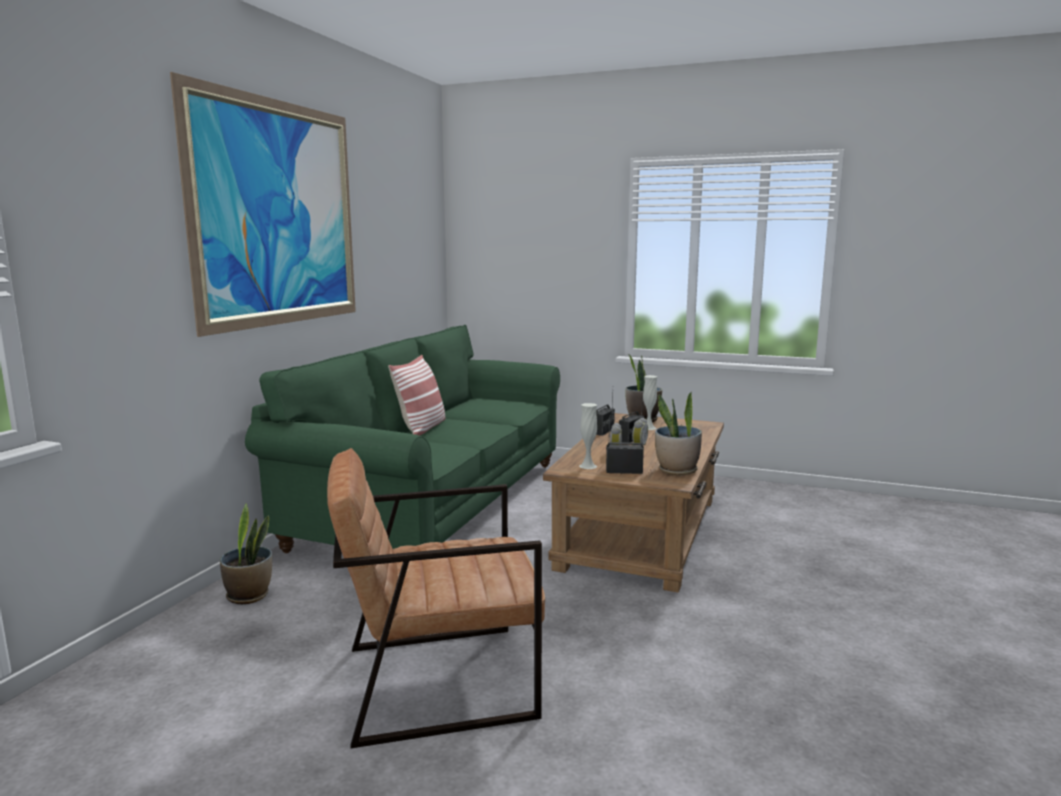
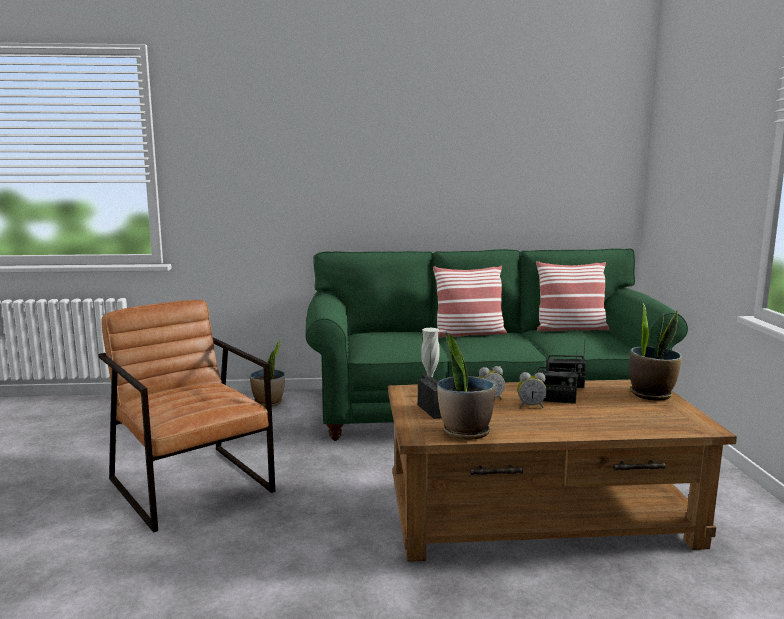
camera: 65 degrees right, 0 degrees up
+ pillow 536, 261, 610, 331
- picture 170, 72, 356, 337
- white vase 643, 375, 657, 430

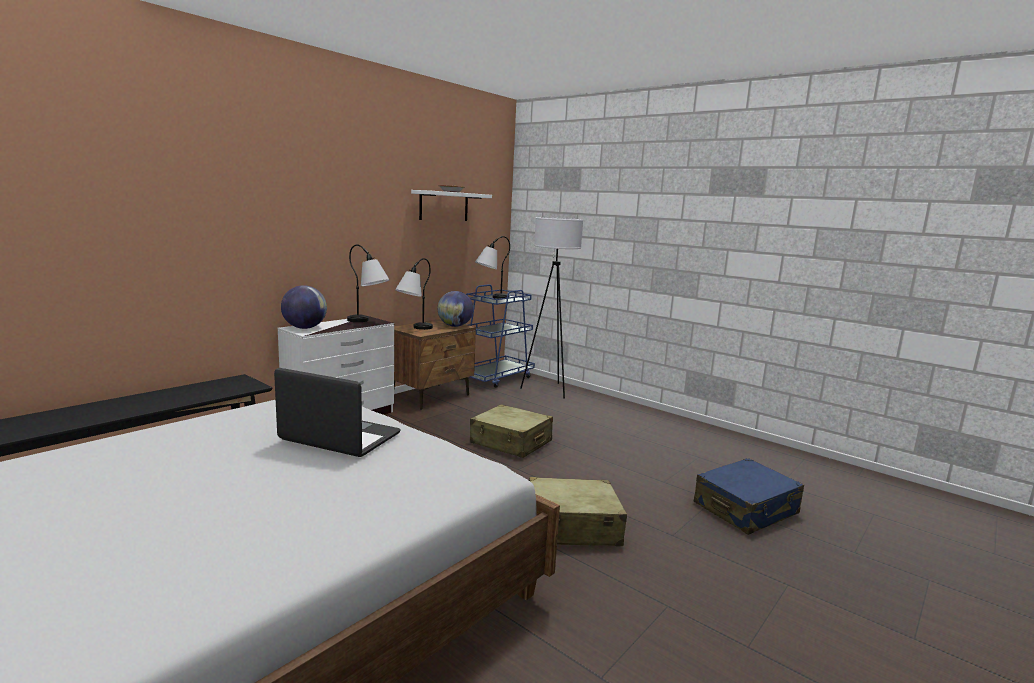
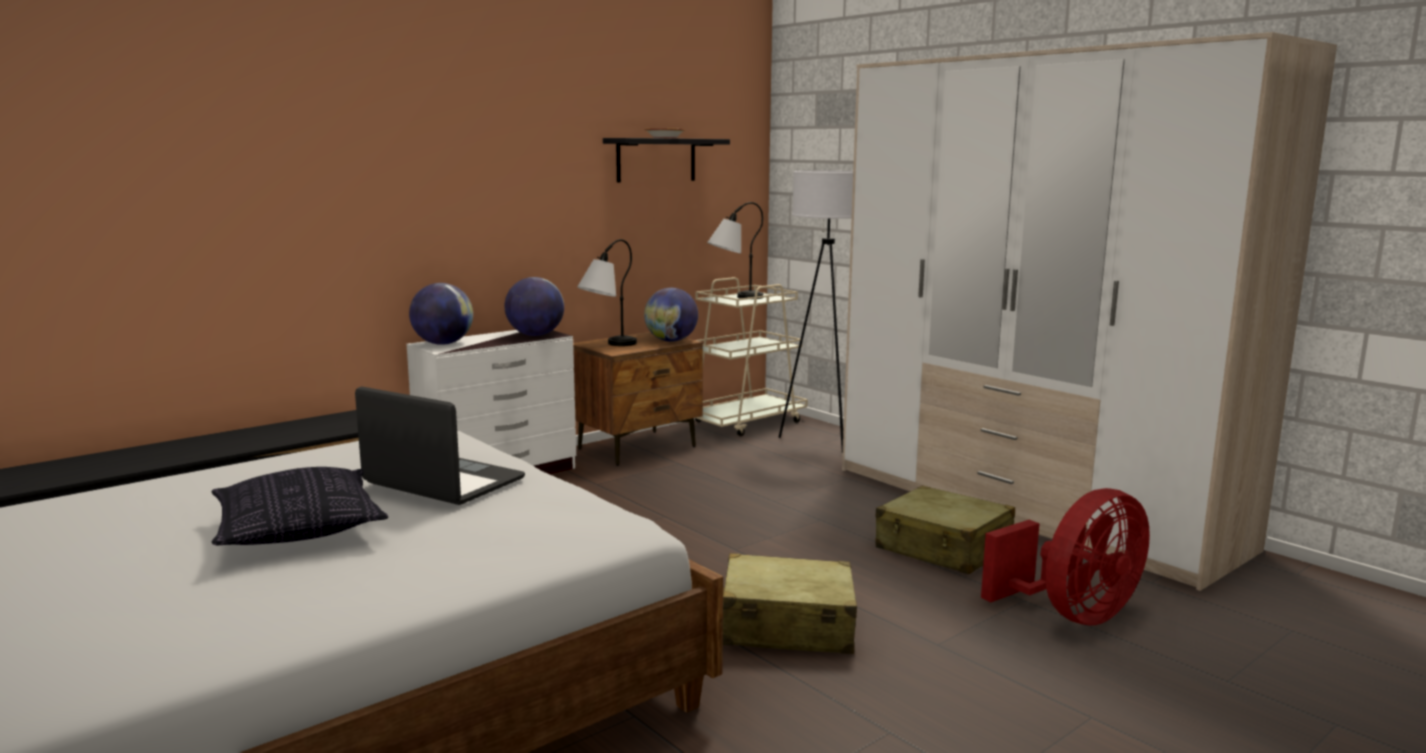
camera: 10 degrees right, 0 degrees up
+ pillow 212, 467, 388, 545
~ table lamp 347, 244, 389, 322 to globe 505, 277, 564, 336
~ white shelf 411, 190, 492, 221 to black shelf 603, 138, 730, 183
~ blue cart 466, 284, 535, 388 to beige cart 695, 277, 808, 436
+ wardrobe 842, 32, 1337, 591
~ beige suitcase 470, 404, 553, 458 to 876, 486, 1015, 574
~ blue suitcase 694, 458, 804, 535 to red fan 981, 488, 1150, 625

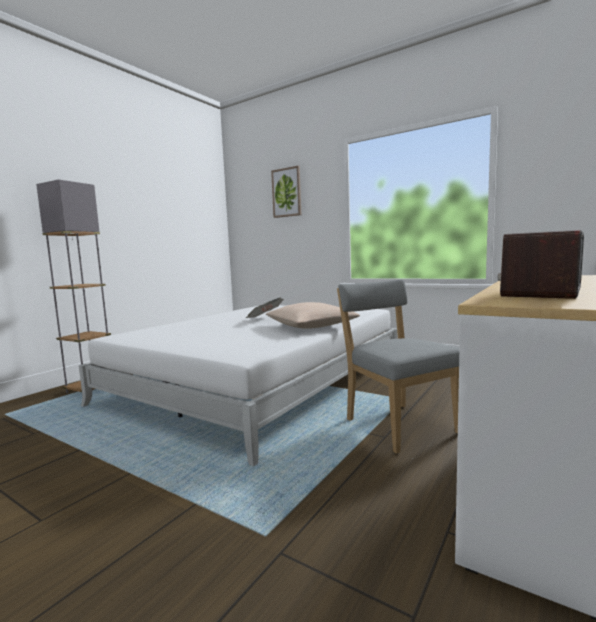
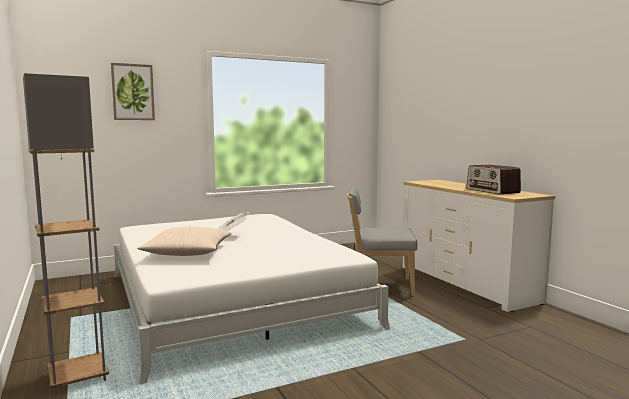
camera: 60 degrees left, 0 degrees up
~ beige pillow 266, 302, 360, 329 to 137, 227, 231, 256

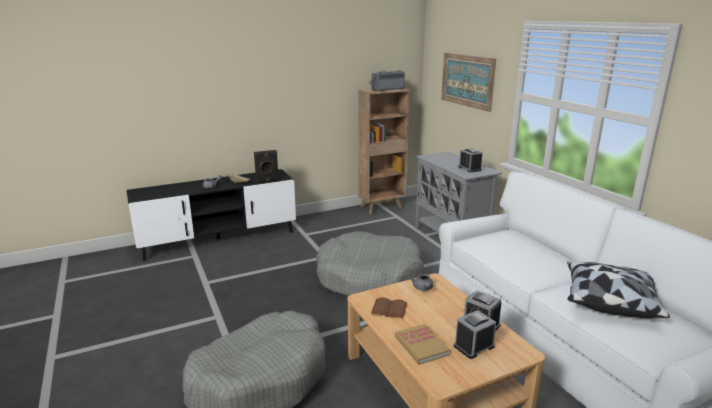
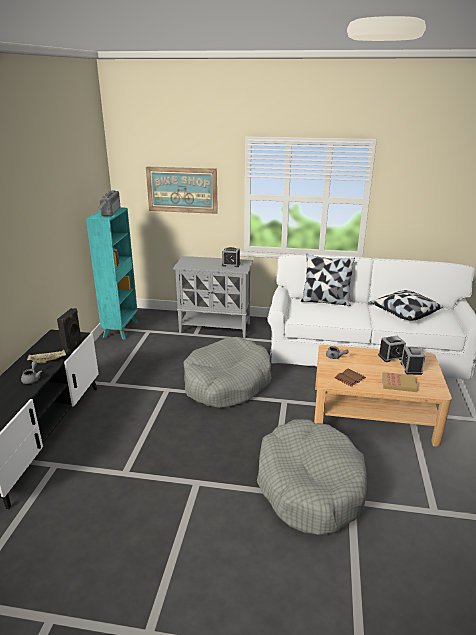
camera: 55 degrees left, 5 degrees up
~ brown bookcase 358, 88, 410, 214 to turquoise bookcase 86, 207, 138, 340
+ pillow 301, 254, 355, 306

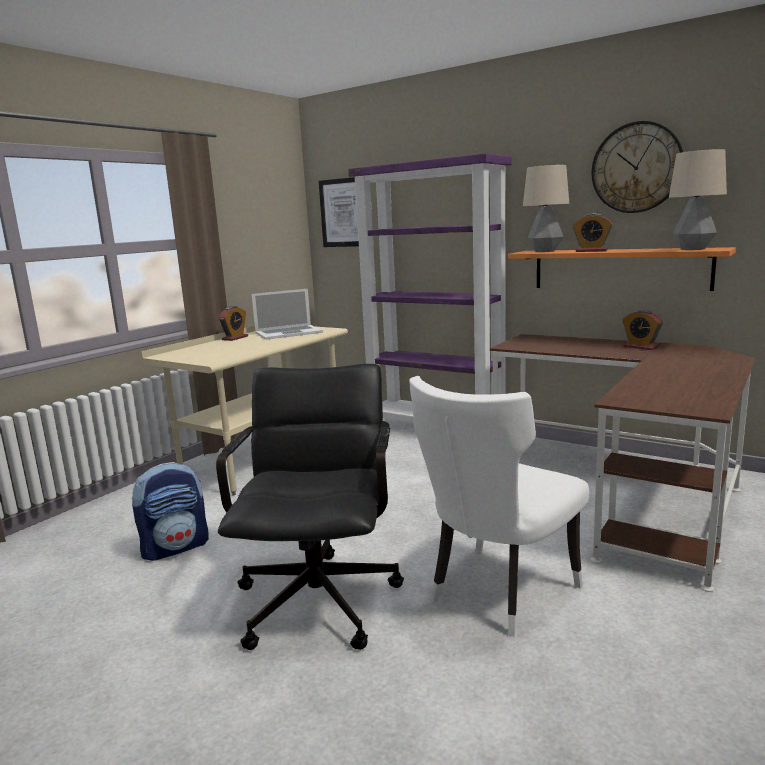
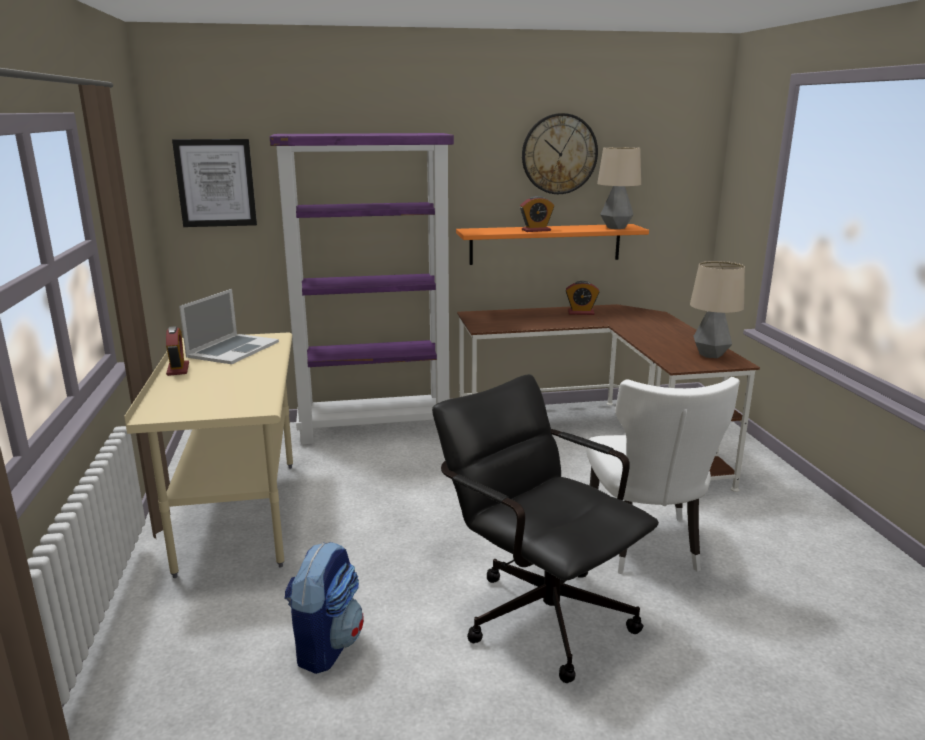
camera: 45 degrees left, 5 degrees up
~ table lamp 523, 165, 569, 252 to 690, 261, 745, 358

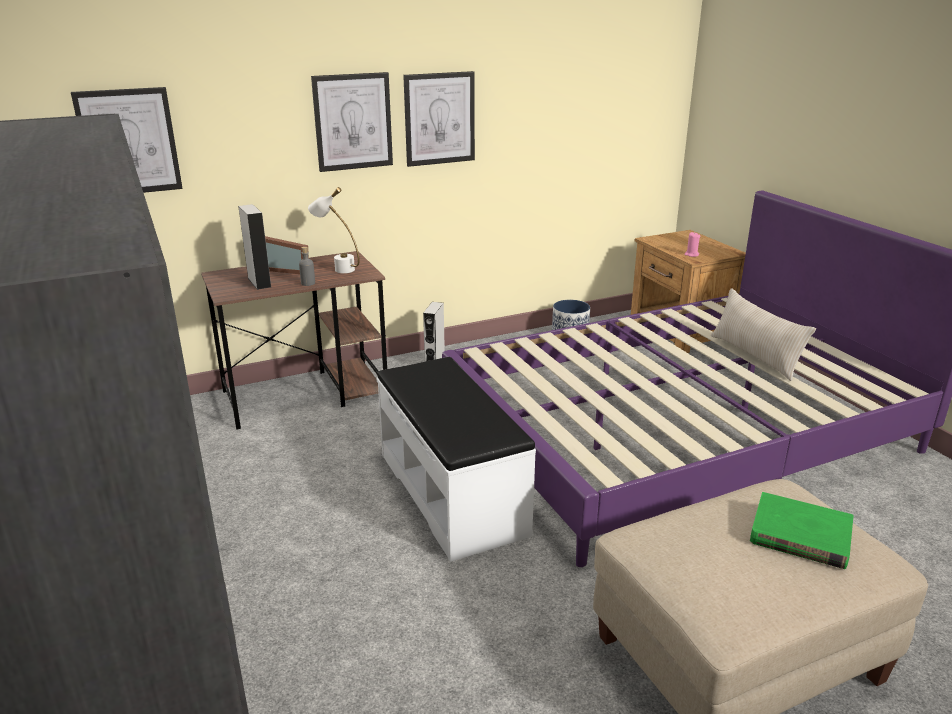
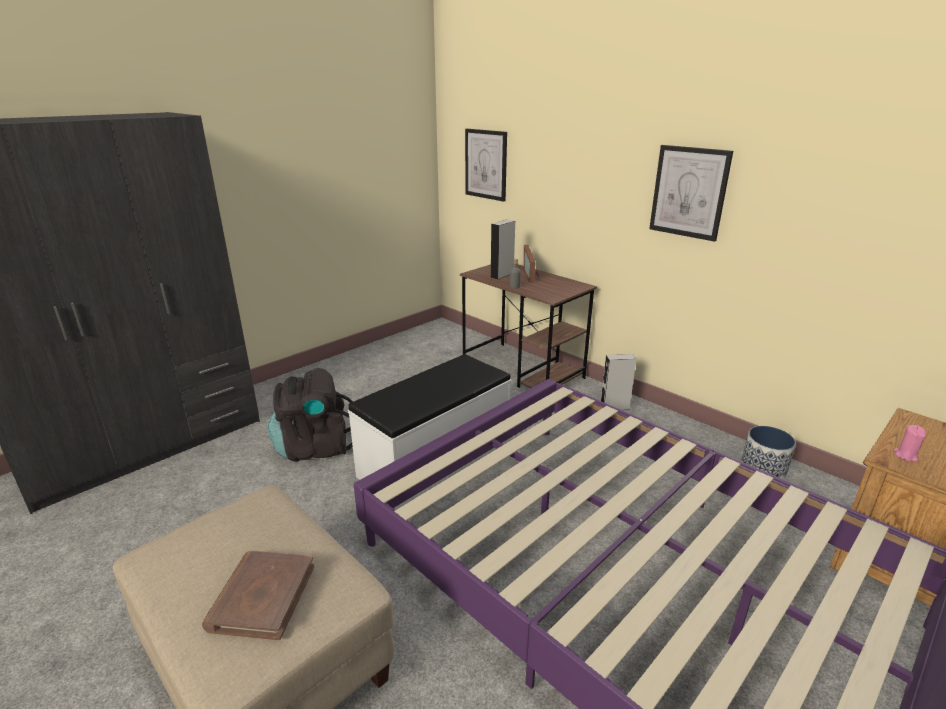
camera: 70 degrees right, 0 degrees up
~ green book 750, 492, 854, 569 to brown book 202, 551, 314, 640
+ black backpack 267, 368, 353, 462
- white table lamp 308, 187, 360, 273
- picture 311, 72, 393, 172
- beige pillow 711, 288, 816, 381

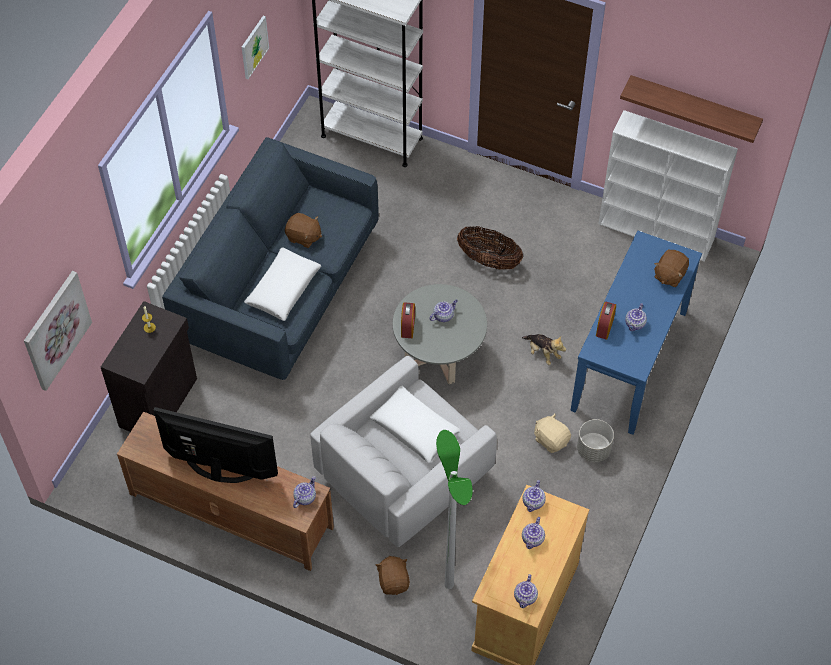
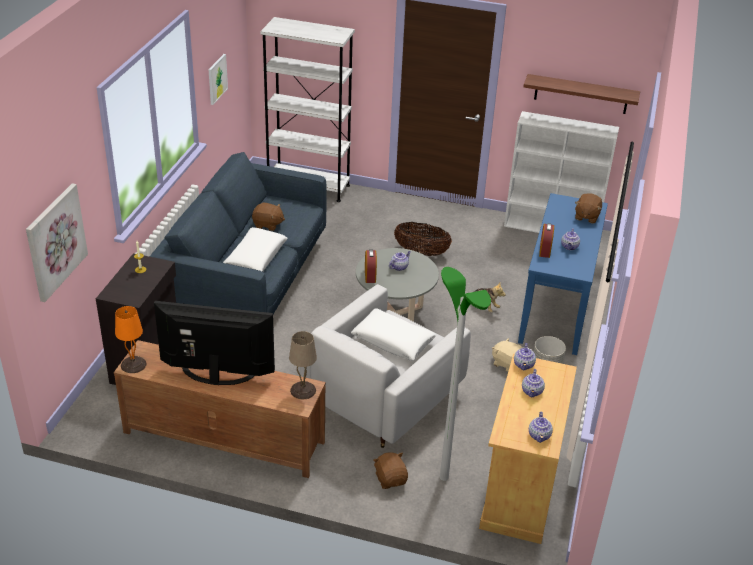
camera: 10 degrees left, 20 degrees down
+ orange table lamp 115, 306, 147, 373
~ teapot 293, 476, 316, 508 to beige table lamp 289, 331, 317, 399

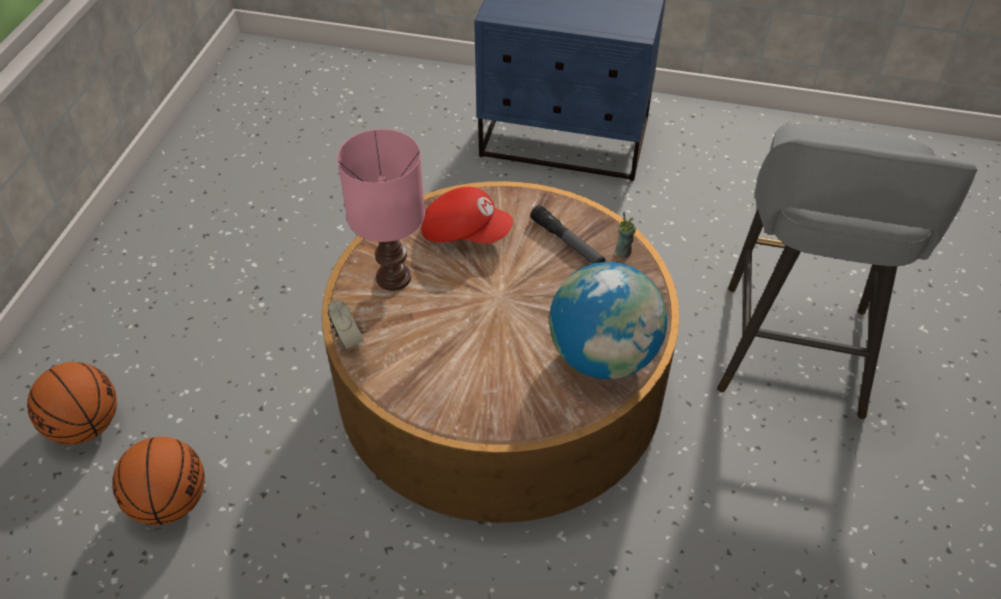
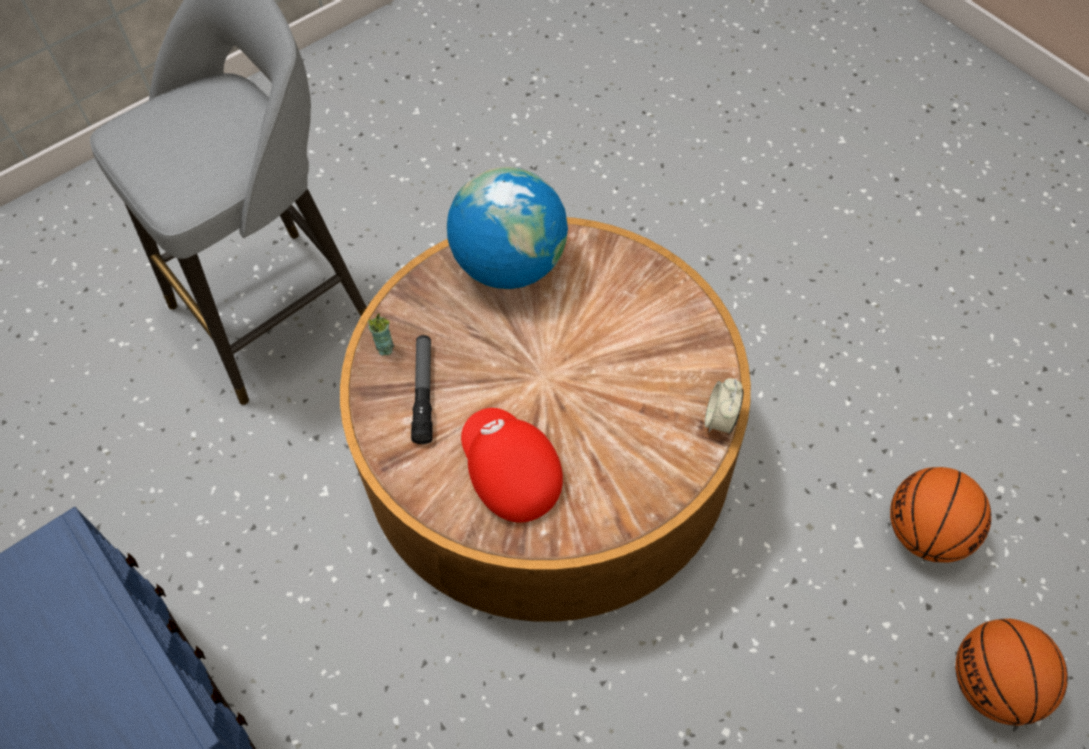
camera: 140 degrees left, 10 degrees up
- pink table lamp 337, 129, 425, 291

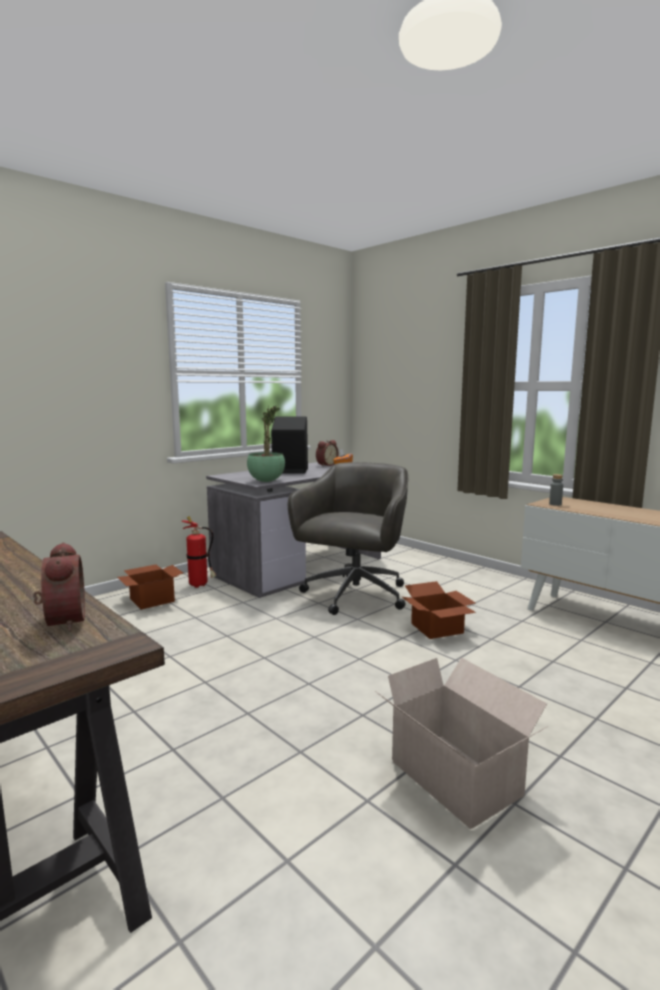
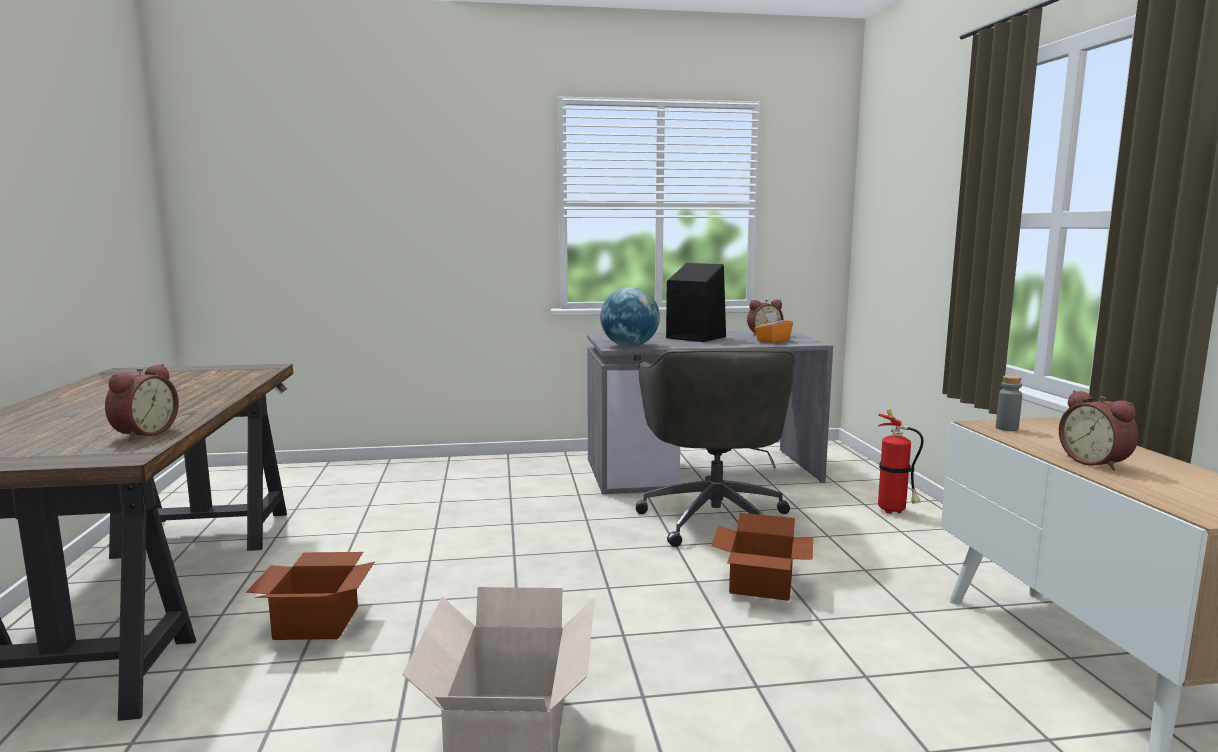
camera: 35 degrees right, 0 degrees up
~ cardboard box 117, 564, 183, 609 to 246, 552, 375, 640
~ potted plant 247, 405, 285, 482 to globe 600, 287, 660, 347
~ grey office chair 288, 462, 408, 615 = 636, 348, 795, 547 120 degrees clockwise
~ fire extinguisher 182, 516, 216, 588 to 878, 409, 924, 514
+ alarm clock 1059, 390, 1138, 471

